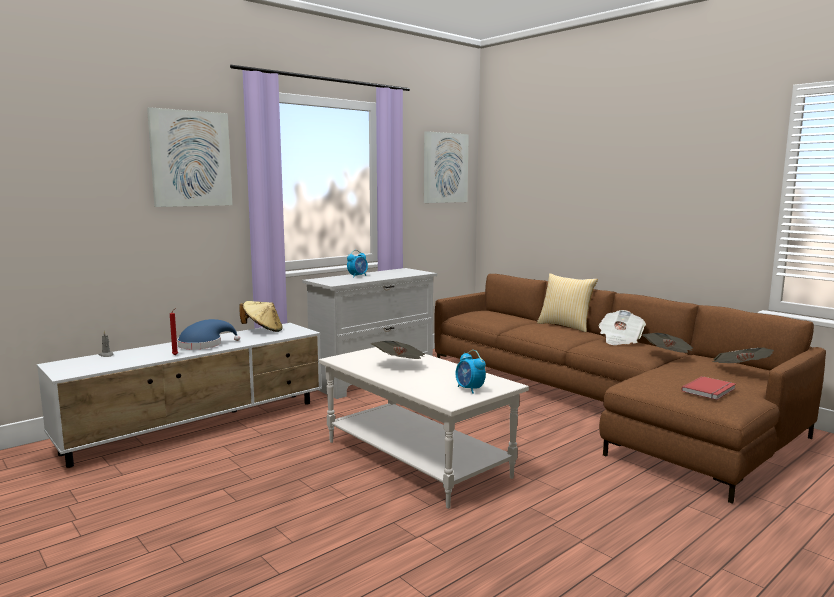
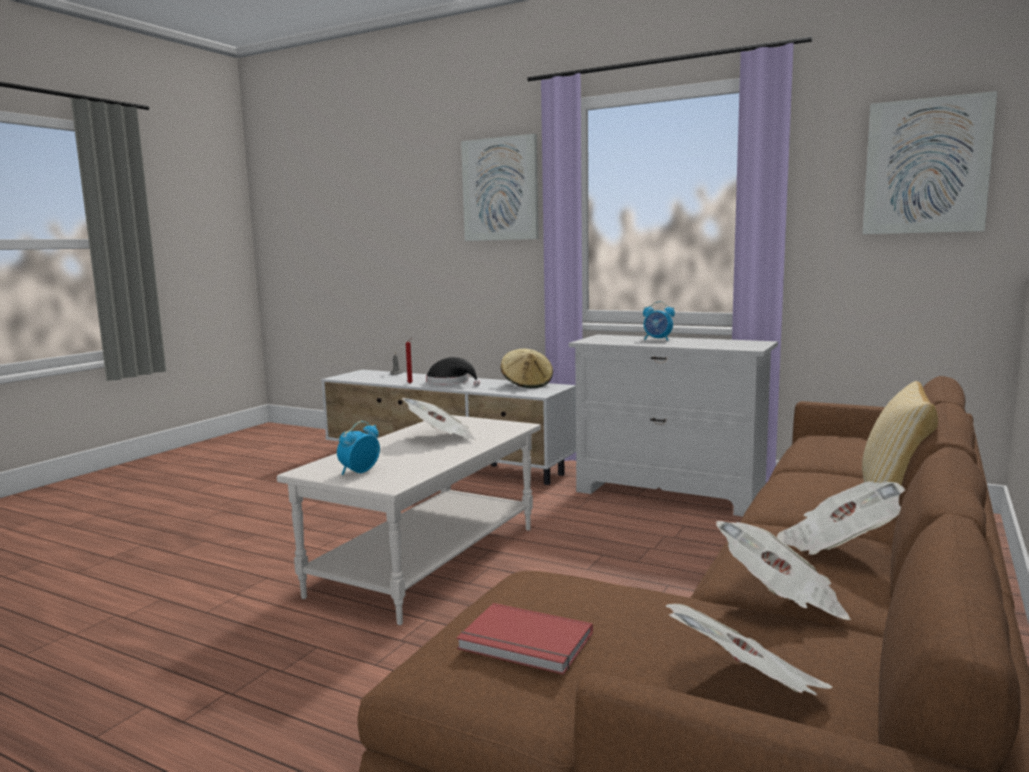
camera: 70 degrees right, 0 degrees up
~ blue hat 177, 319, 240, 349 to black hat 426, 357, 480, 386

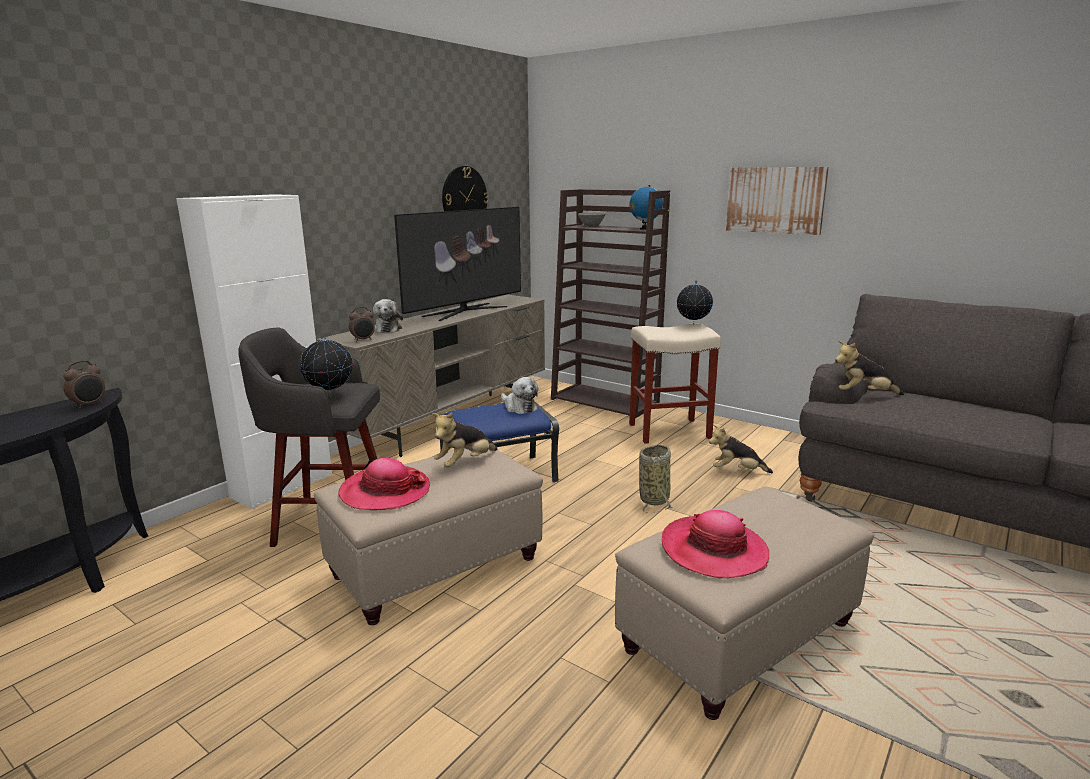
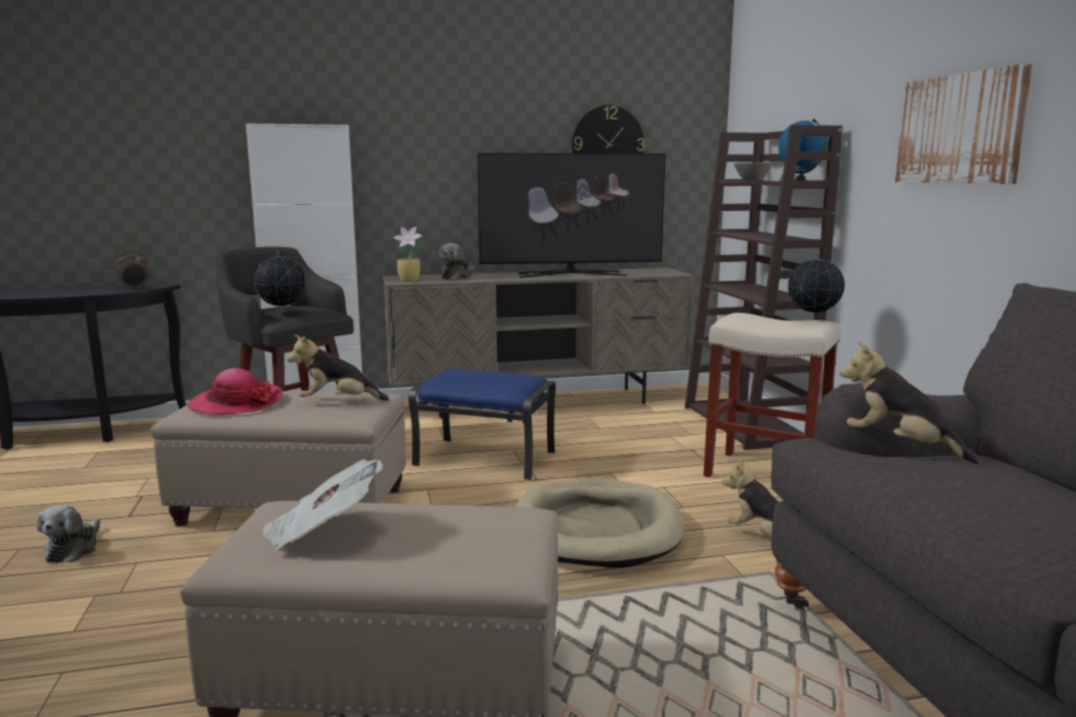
camera: 40 degrees right, 5 degrees down
~ plush toy 501, 377, 538, 414 to 37, 505, 100, 563
~ hat 662, 510, 769, 578 to newspaper 262, 459, 383, 550
~ alarm clock 349, 307, 375, 342 to potted plant 393, 227, 423, 282
~ basket 639, 444, 673, 513 to beige dog bed 515, 480, 684, 568

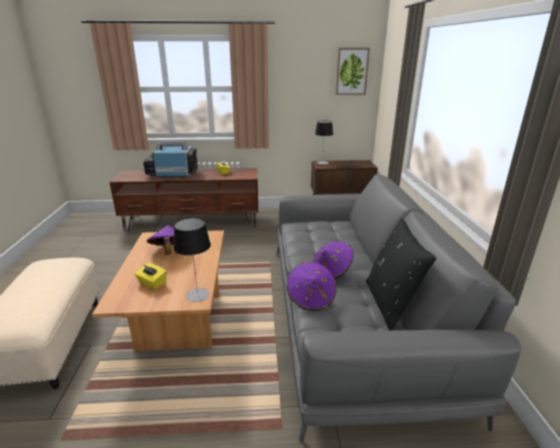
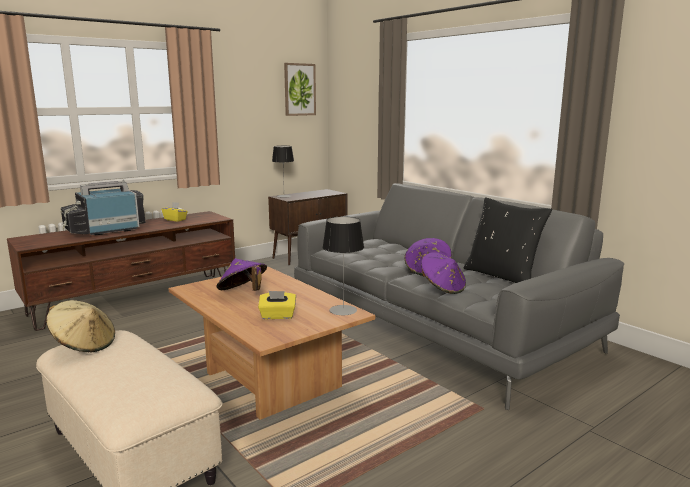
camera: 35 degrees left, 10 degrees down
+ beige hat 46, 300, 115, 352

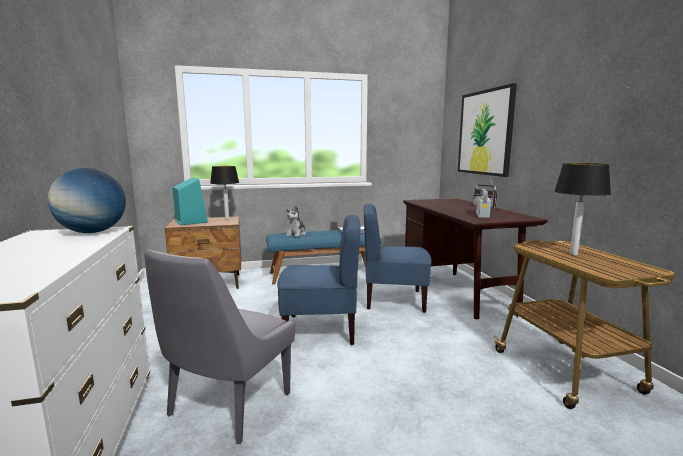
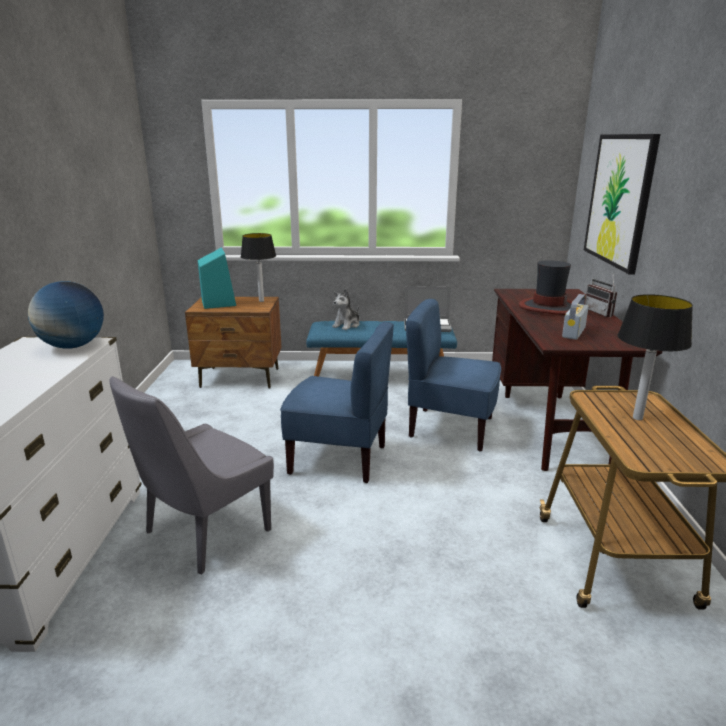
camera: 15 degrees right, 10 degrees up
+ hat 519, 260, 572, 315

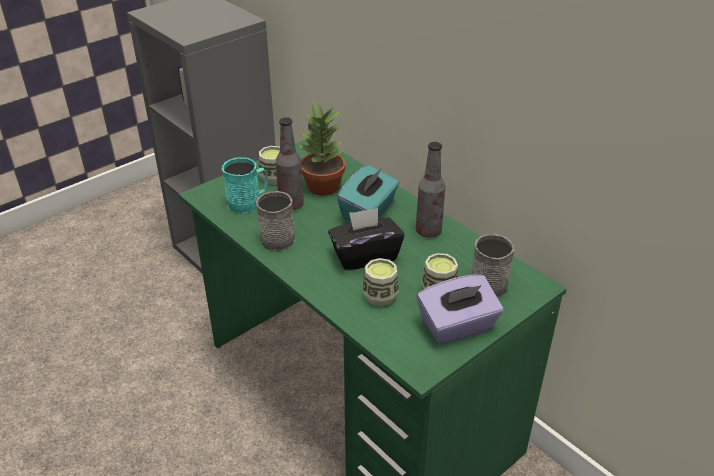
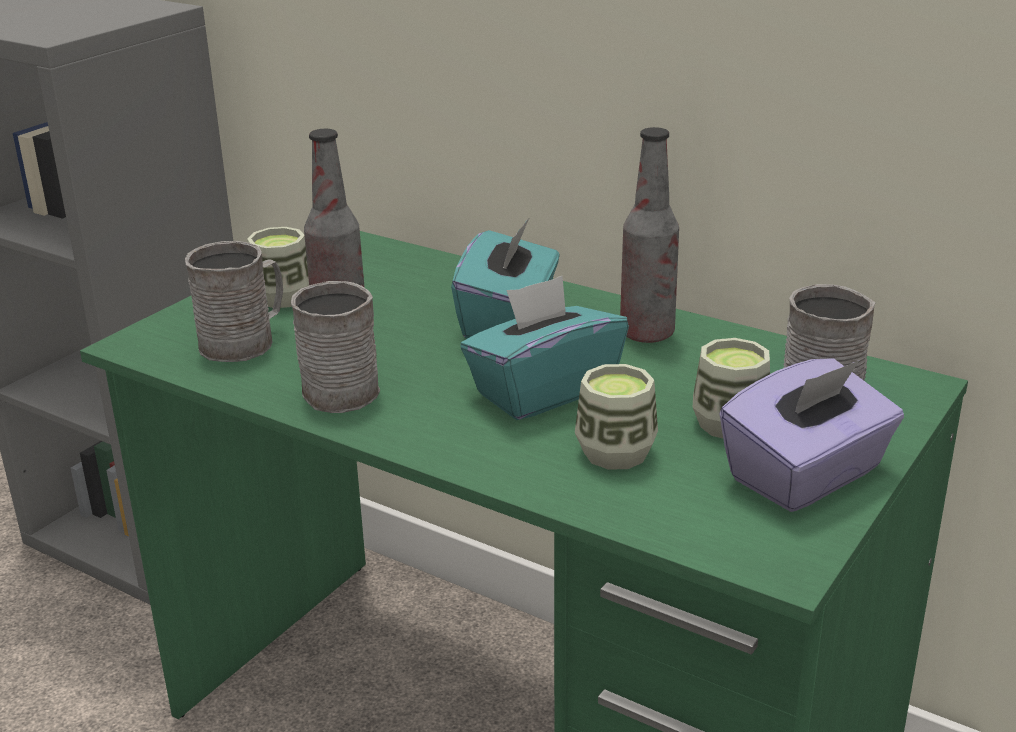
camera: 15 degrees left, 10 degrees down
~ turquoise mug 222, 157, 268, 214 to grey mug 185, 241, 283, 362
~ black tissue box 328, 208, 405, 271 to turquoise tissue box 460, 276, 629, 420
- potted plant 297, 101, 345, 196

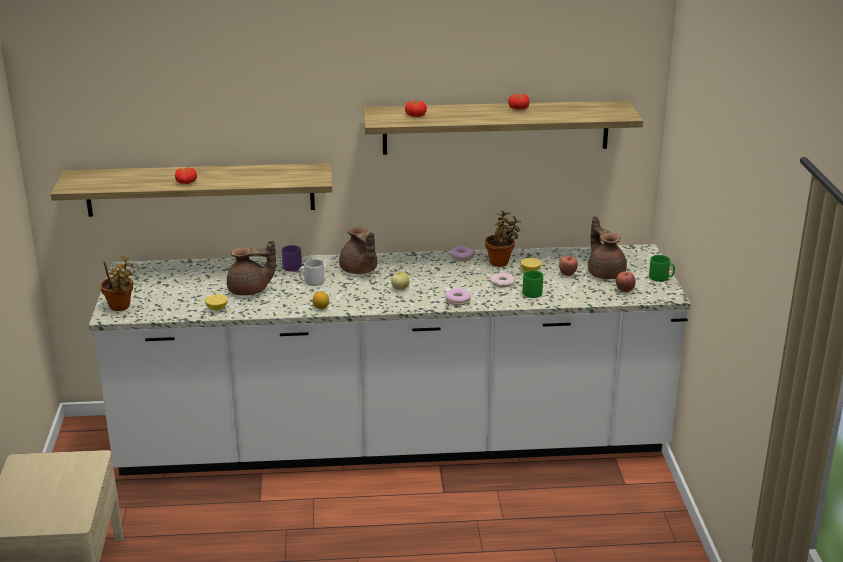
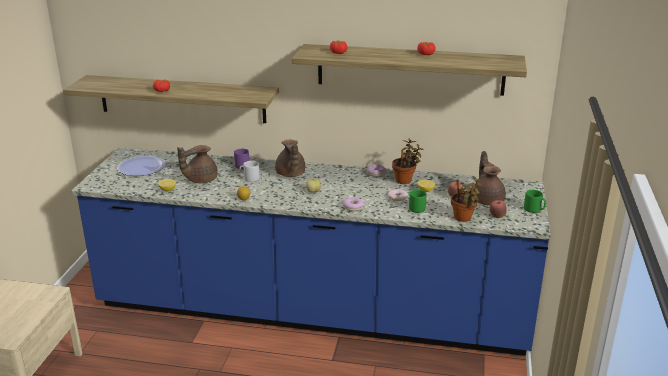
camera: 15 degrees right, 0 degrees up
~ white counter 89, 244, 690, 476 to blue counter 71, 147, 551, 356
+ plate 117, 156, 165, 176
~ brown teapot 227, 240, 276, 296 = 177, 145, 218, 183 135 degrees clockwise
~ potted plant 100, 256, 134, 311 to 451, 176, 482, 222

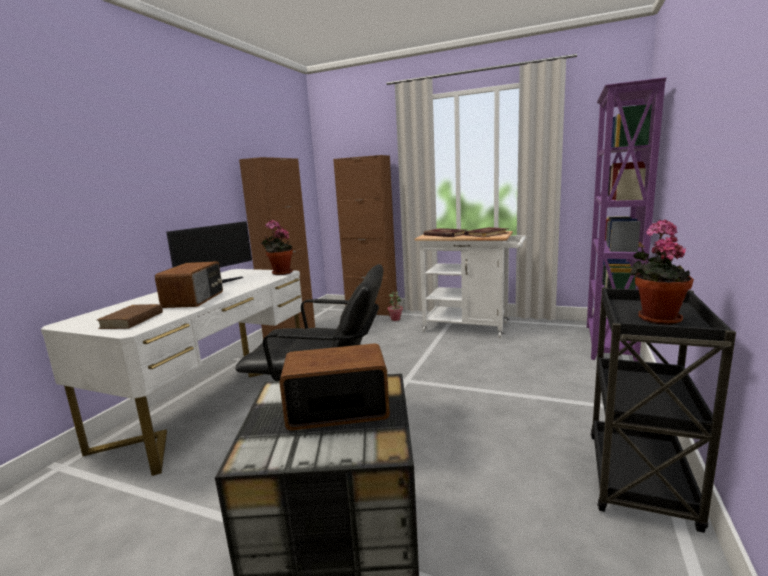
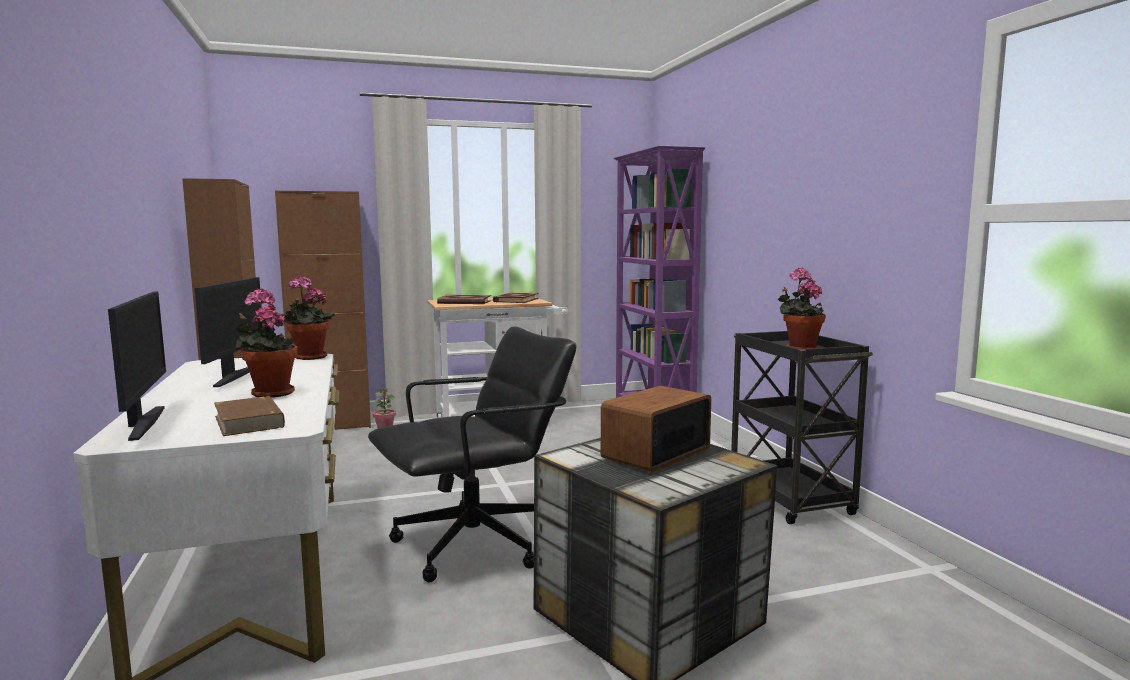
camera: 40 degrees left, 5 degrees down
+ monitor 108, 291, 166, 441
~ radio 155, 261, 223, 308 to potted plant 235, 288, 297, 398

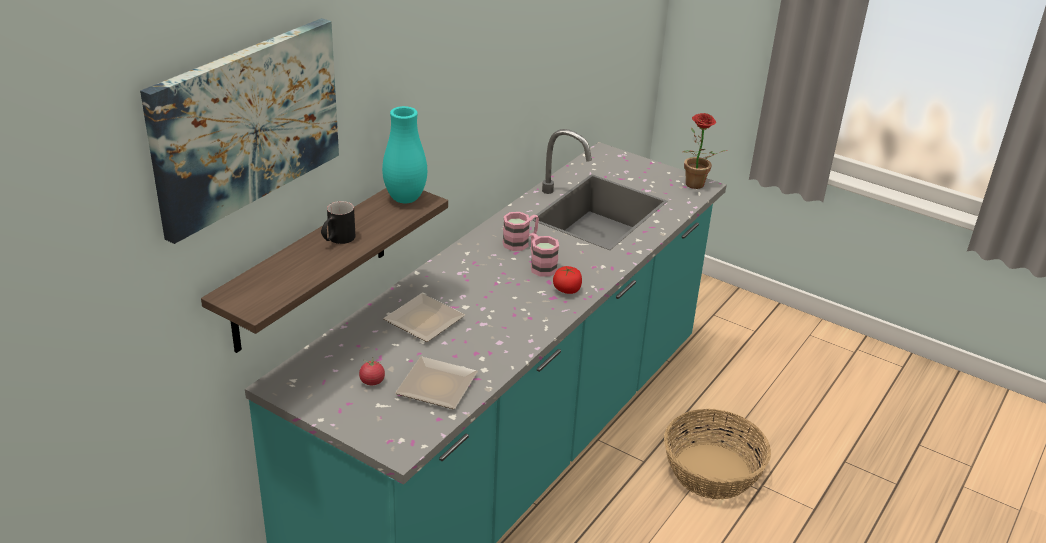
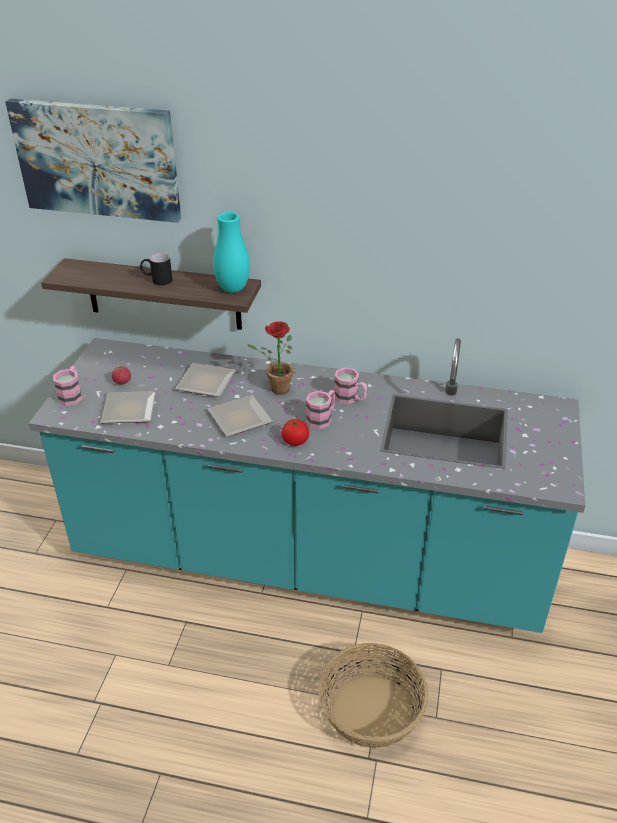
camera: 70 degrees right, 5 degrees up
+ pink mug 53, 366, 82, 406
+ plate 208, 395, 273, 437
~ potted plant 683, 113, 726, 189 to 248, 321, 296, 395

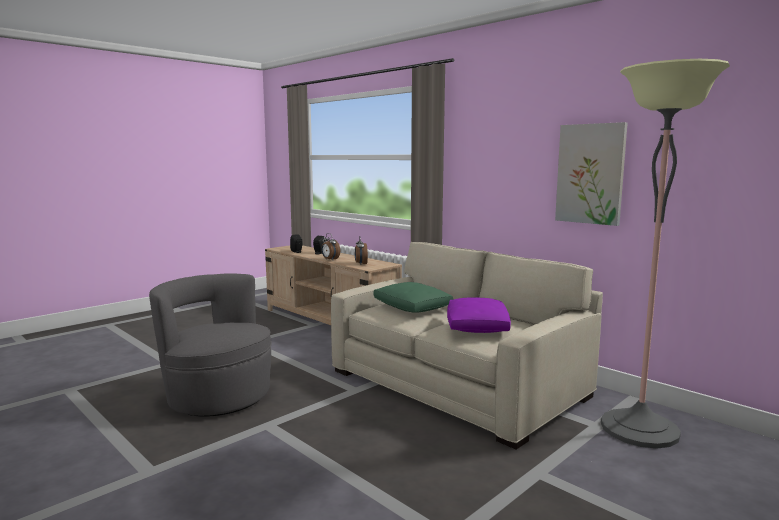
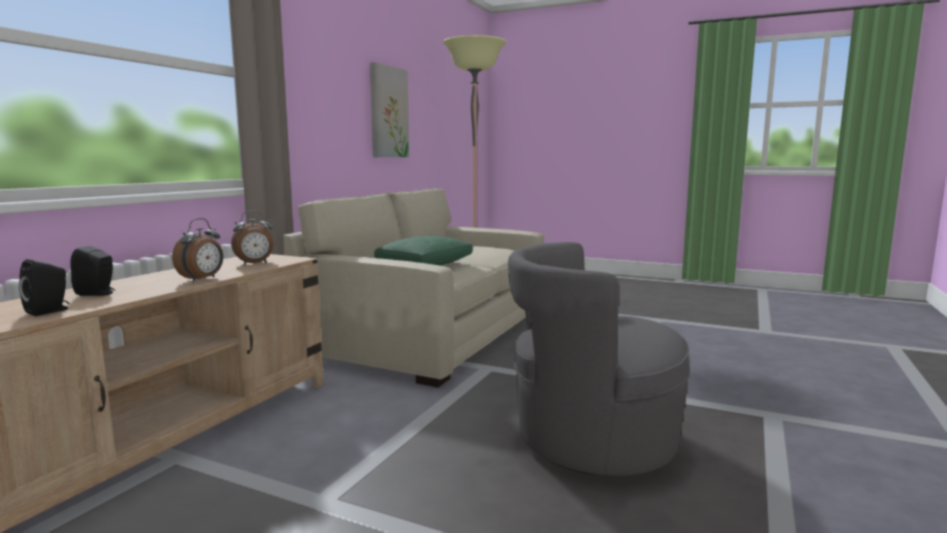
camera: 110 degrees left, 0 degrees up
~ grey armchair 149, 273, 272, 417 = 508, 242, 690, 476 75 degrees clockwise
- purple pillow 447, 297, 511, 333

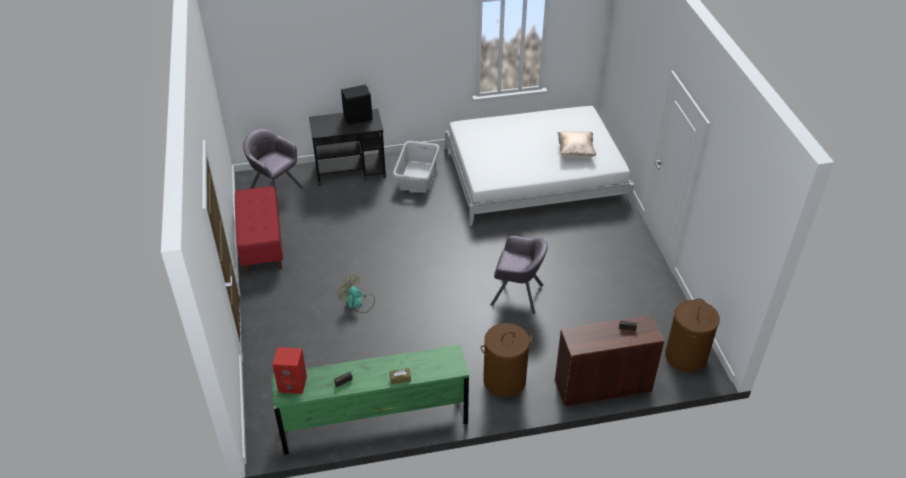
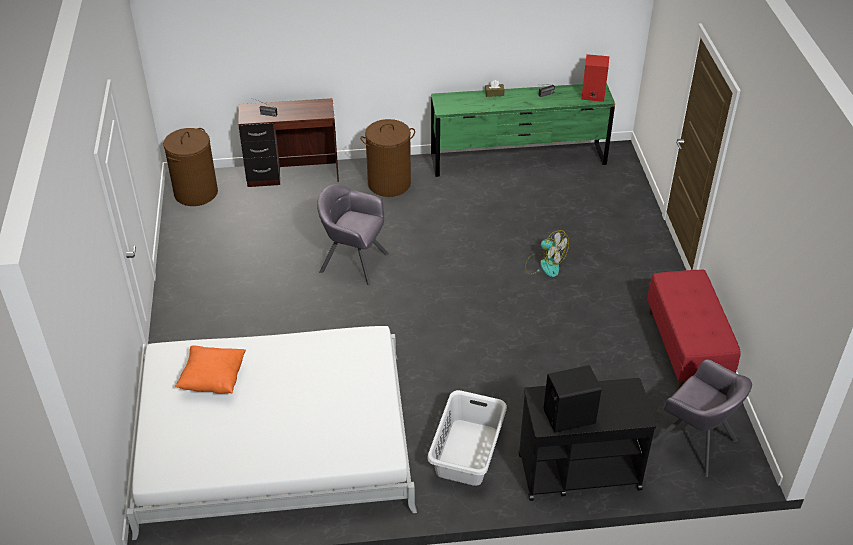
camera: 175 degrees left, 0 degrees up
~ beige pillow 558, 131, 596, 158 to orange pillow 175, 345, 246, 394

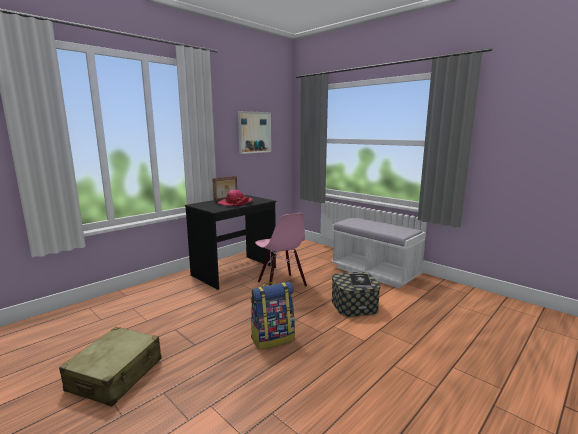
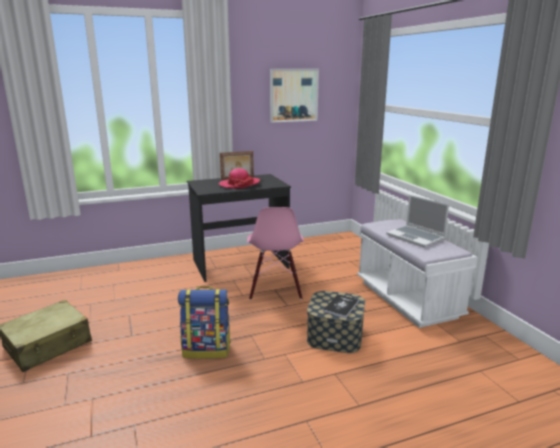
camera: 25 degrees right, 5 degrees up
+ laptop 386, 195, 449, 247

